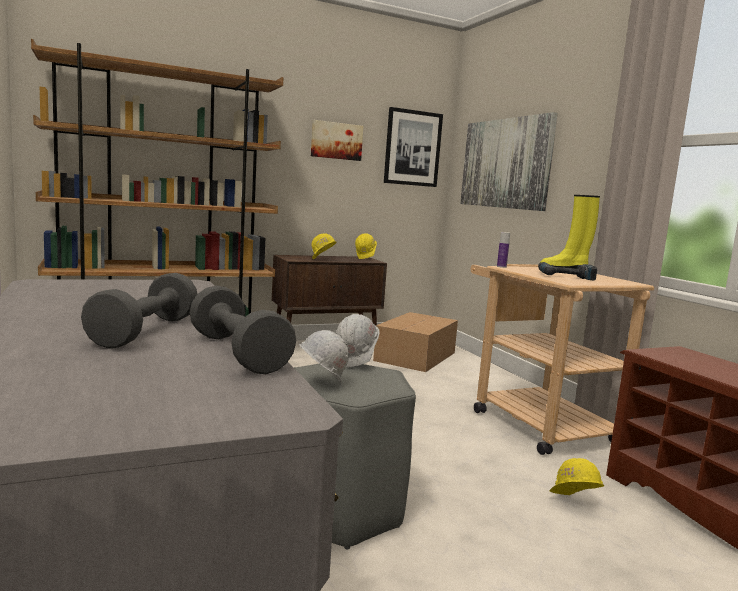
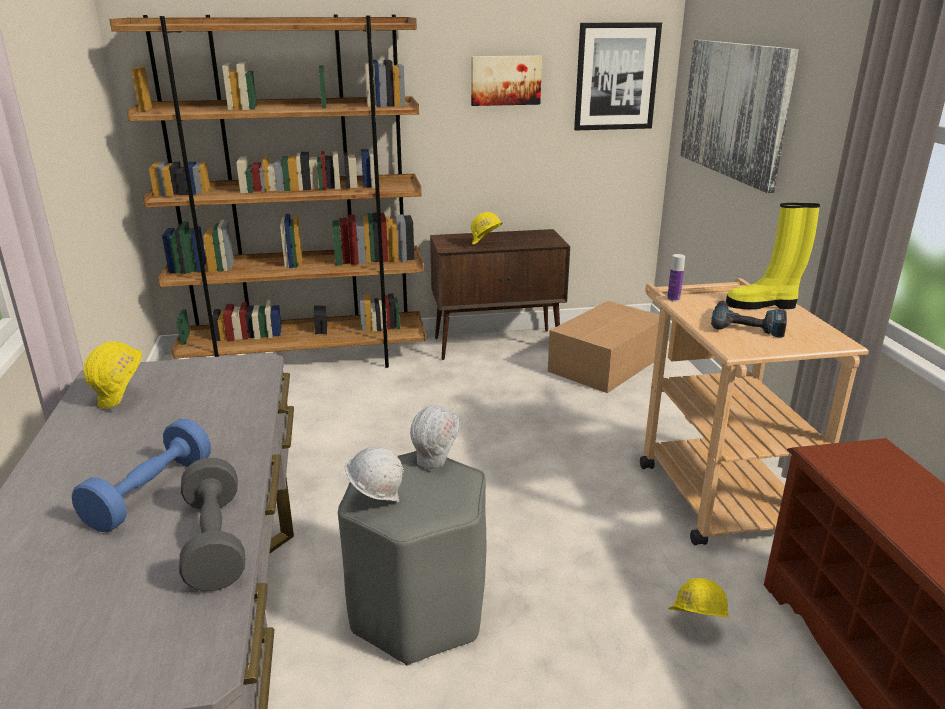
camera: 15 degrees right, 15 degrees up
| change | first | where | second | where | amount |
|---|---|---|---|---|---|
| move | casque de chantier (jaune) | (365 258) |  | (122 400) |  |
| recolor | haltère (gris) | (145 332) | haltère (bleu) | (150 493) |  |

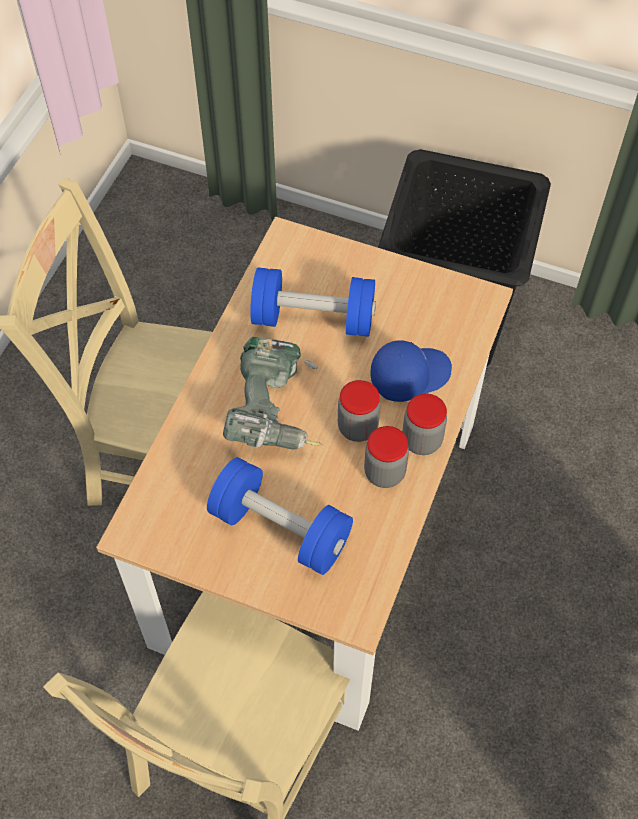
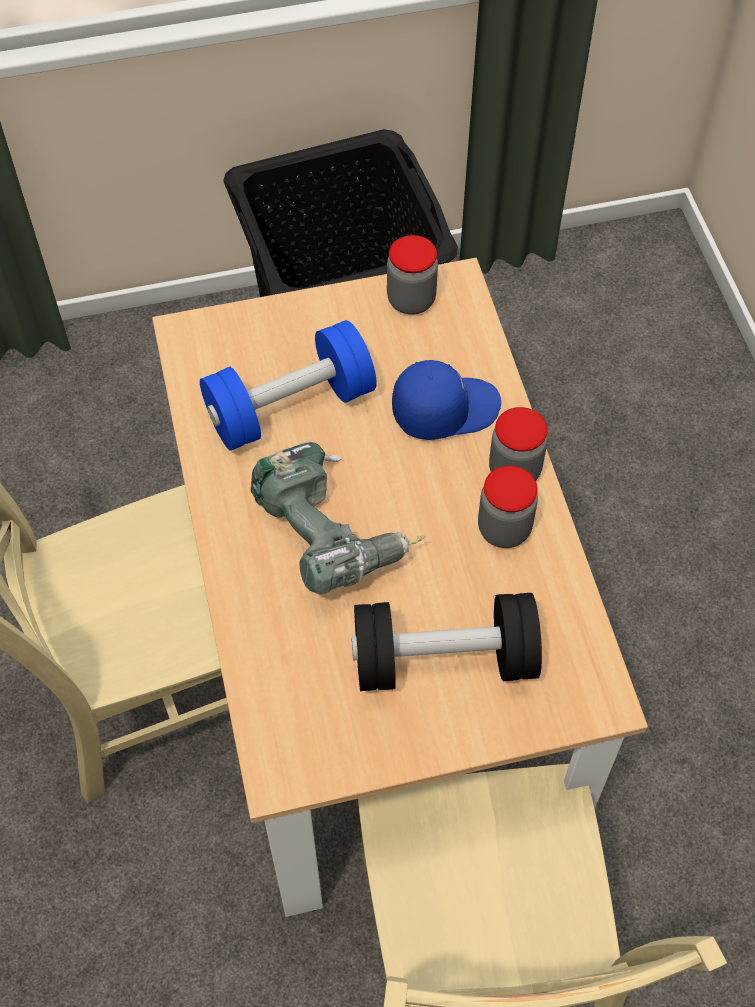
camera: 35 degrees left, 0 degrees up
| change | first | where | second | where | amount |
|---|---|---|---|---|---|
| rotate | casquette (bleu) | (409 375) |  | (445 408) | 45 degrees clockwise |
| move | bocal | (357 427) |  | (411 300) |  |
| recolor | haltère (bleu) | (280 529) | haltère (noir) | (444 660) |  |

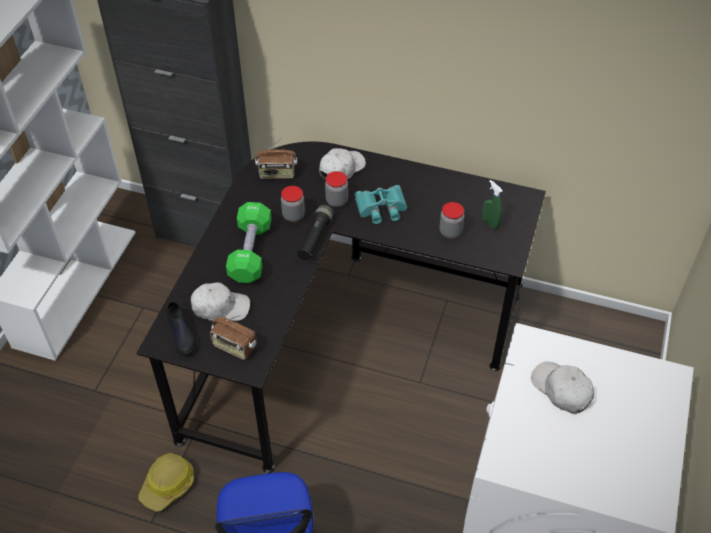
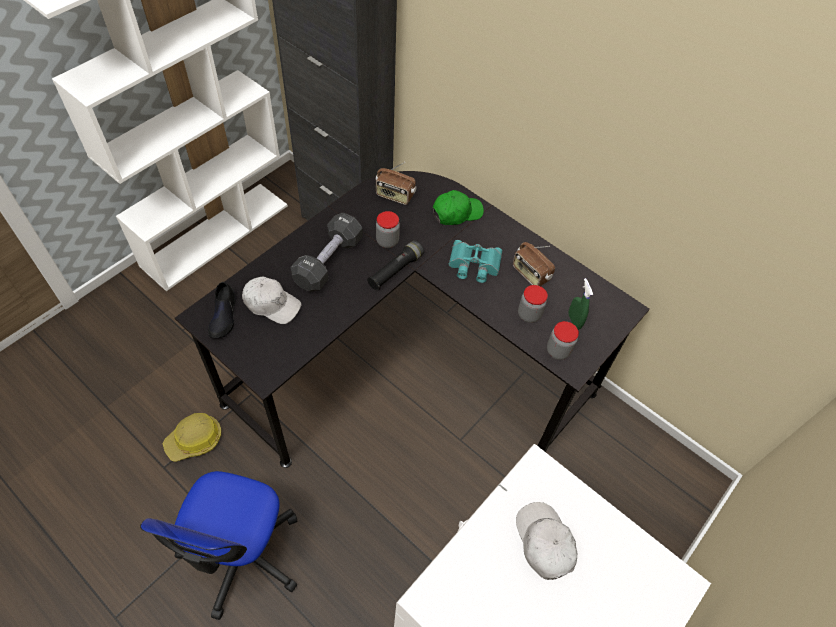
camera: 20 degrees right, 5 degrees up
| change | first | where | second | where | amount |
|---|---|---|---|---|---|
| recolor | casquette (blanc) | (341 169) | casquette (vert) | (456 213) |  |
| move | bocal | (336 201) |  | (558 351) |  |
| recolor | haltère (vert) | (250 252) | haltère (noir) | (328 262) |  |
| move | radio | (234 347) |  | (530 274) |  |

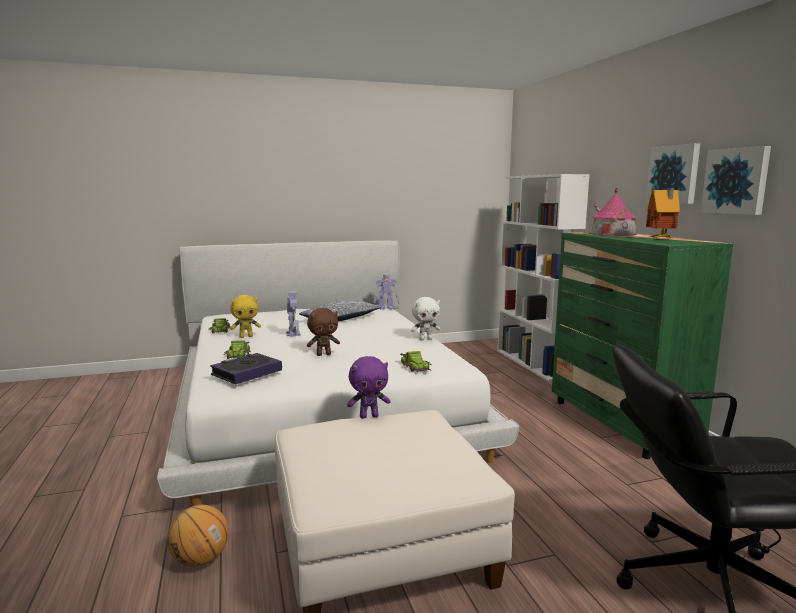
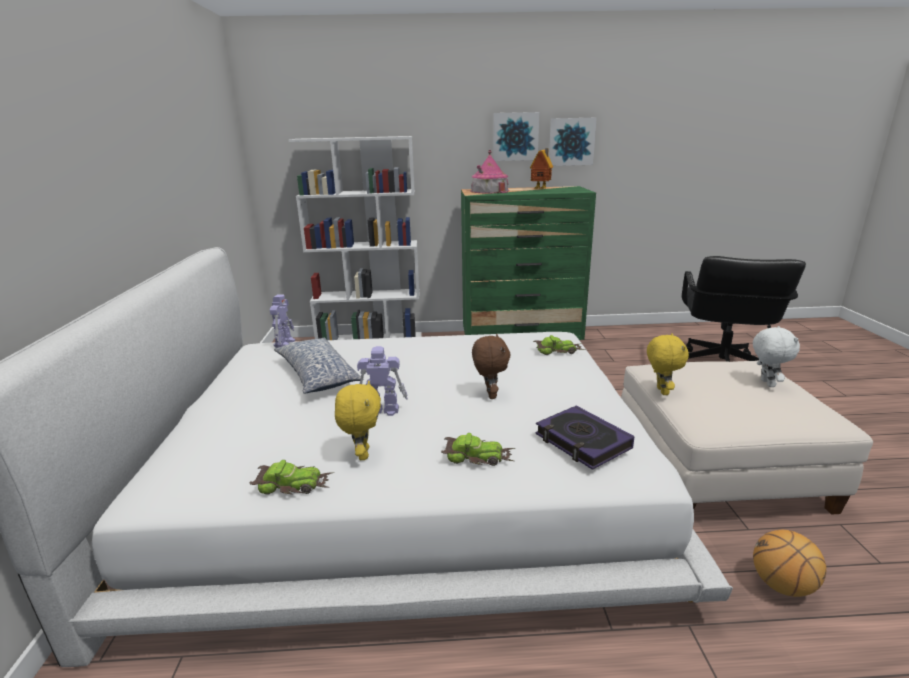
camera: 75 degrees left, 10 degrees up
| change | first | where | second | where | amount |
|---|---|---|---|---|---|
| move | peluche (blanc) | (425 339) |  | (766 383) |  |
| recolor | peluche (violet) | (369 416) | peluche (jaune) | (661 391) |  |

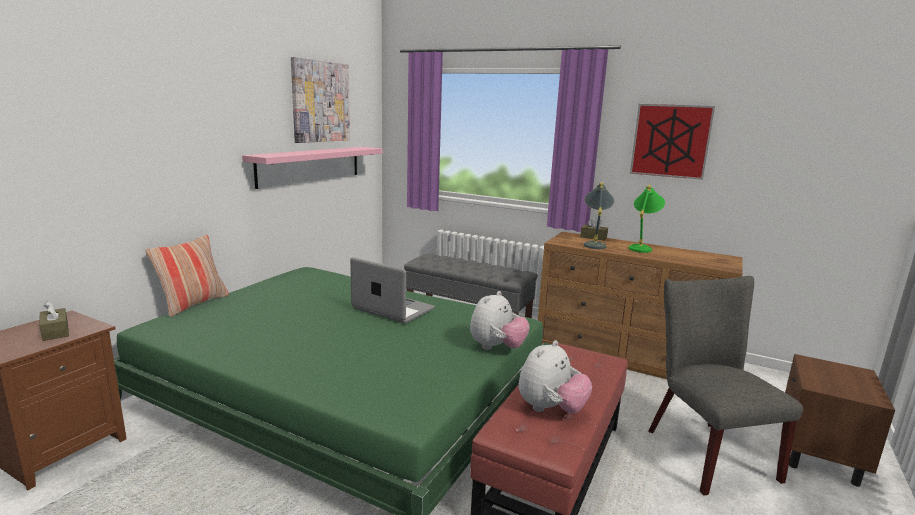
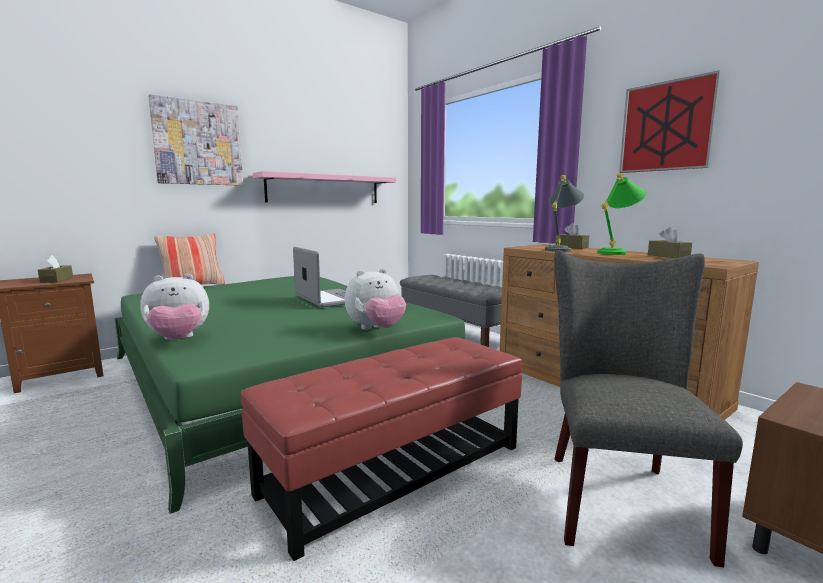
camera: 25 degrees right, 5 degrees down
| change | first | where | second | where | amount |
|---|---|---|---|---|---|
| move | tableau | (320 101) |  | (198 143) |  |
| move | peluche | (550 409) |  | (178 340) |  |
| insert |  |  | boîte à mouchoirs (marron) | (668 256) |  |

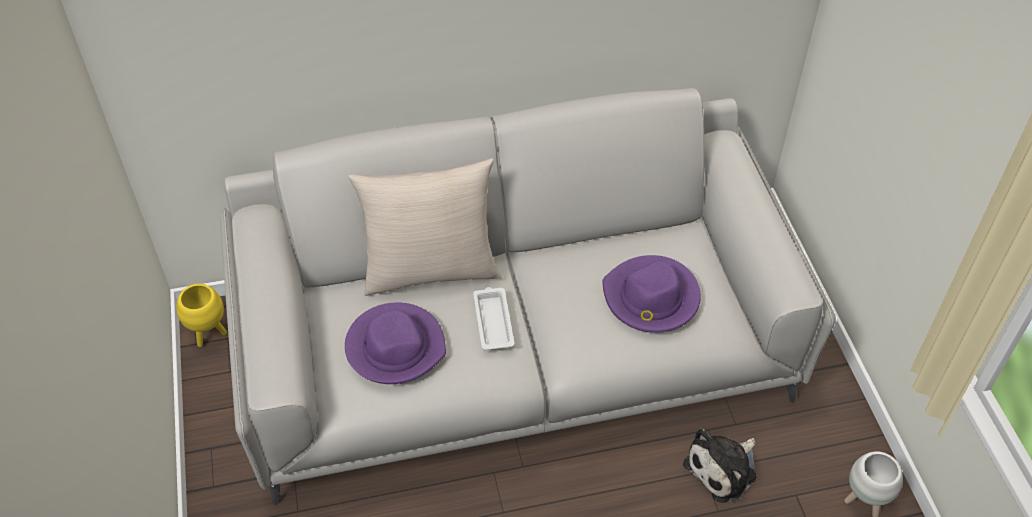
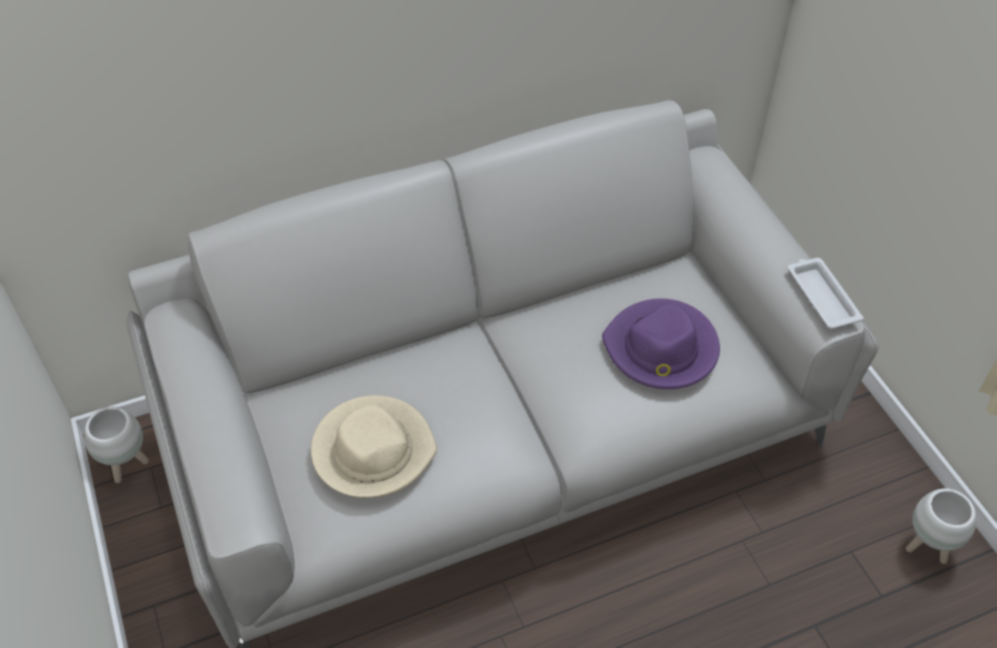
camera: 10 degrees left, 0 degrees up
| change | first | where | second | where | amount |
|---|---|---|---|---|---|
| delete | coussin (beige) | (431 270) |  |  |  |
| recolor | cache-pot (jaune) | (208 334) | cache-pot (blanc) | (126 466) |  |
| move | plateau (blanc) | (493 321) |  | (821 296) |  |
| recolor | chapeau (violet) | (395 346) | chapeau (beige) | (373 450) |  |
| delete | peluche | (723 469) |  |  |  |

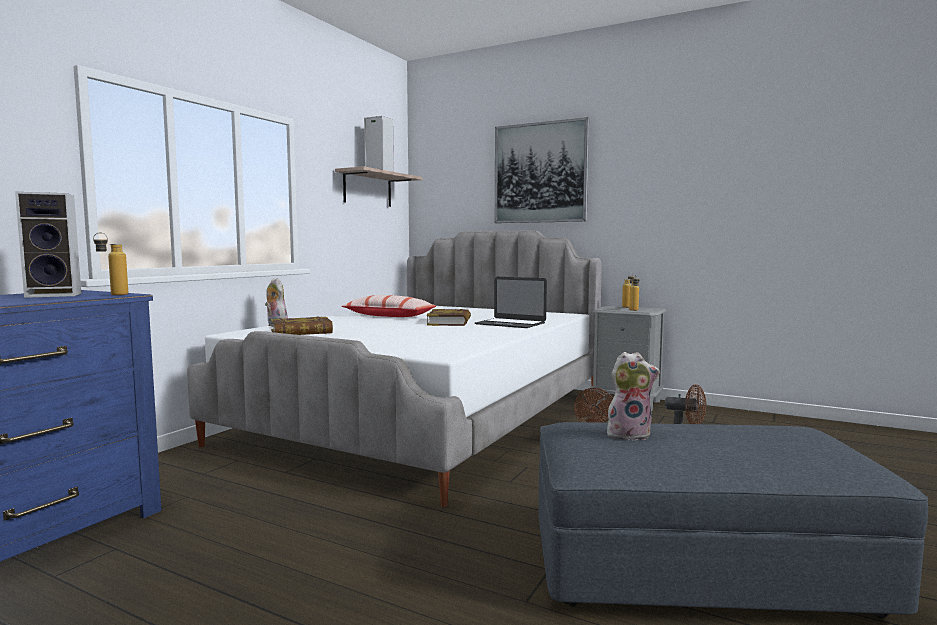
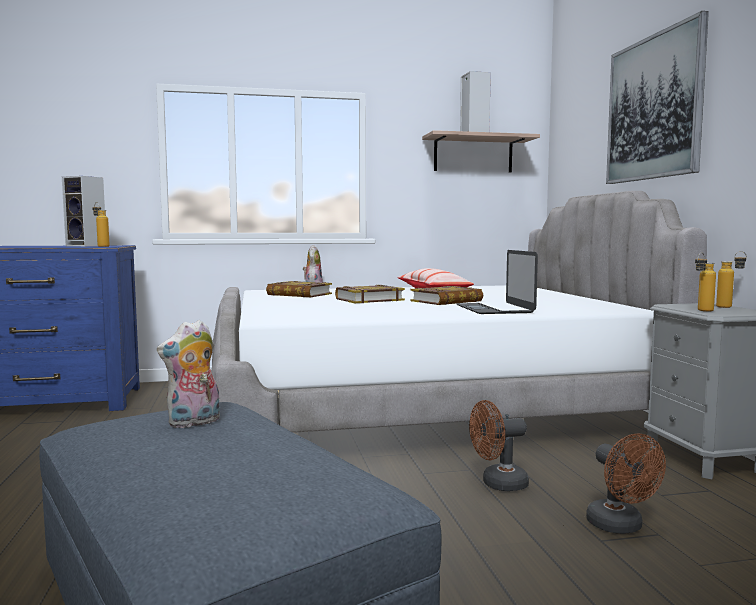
camera: 50 degrees right, 0 degrees up
| change | first | where | second | where | amount |
|---|---|---|---|---|---|
| rotate | peluche | (629 434) |  | (194 423) | 90 degrees clockwise |
| insert |  |  | livre | (369 299) |  |

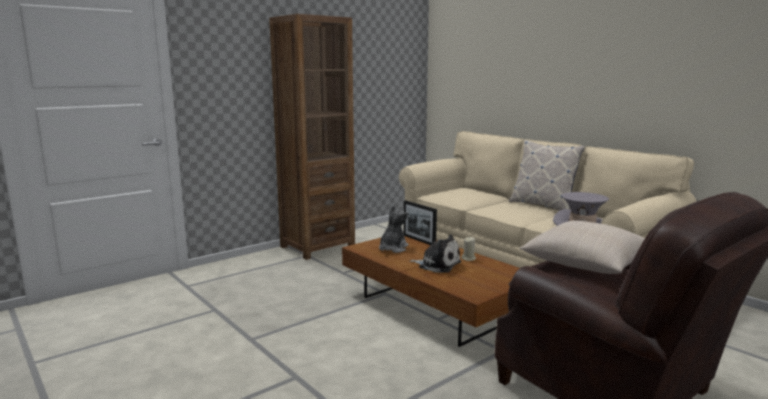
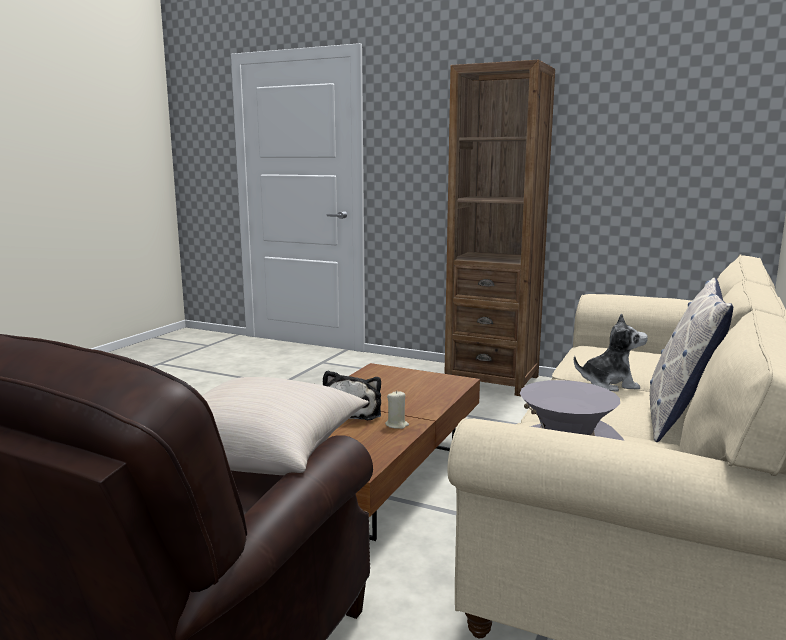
camera: 65 degrees right, 0 degrees up
| change | first | where | second | where | amount |
|---|---|---|---|---|---|
| delete | cadre photo | (419 240) |  |  |  |
| move | peluche | (393 248) |  | (609 384) |  |

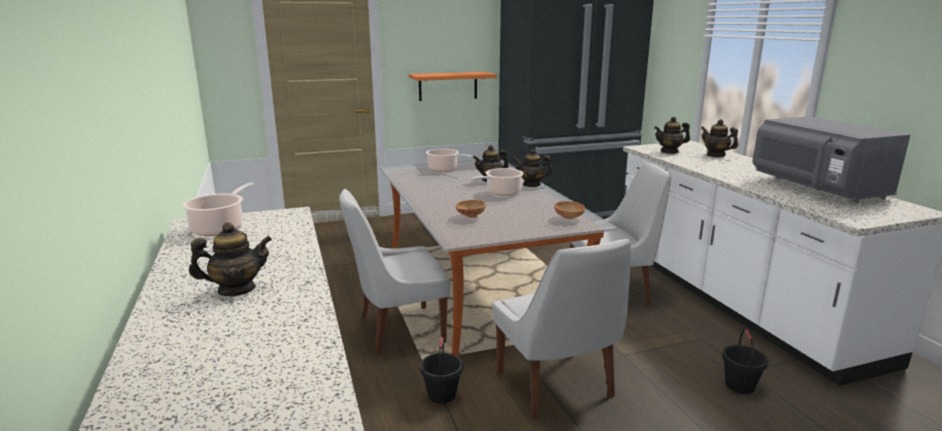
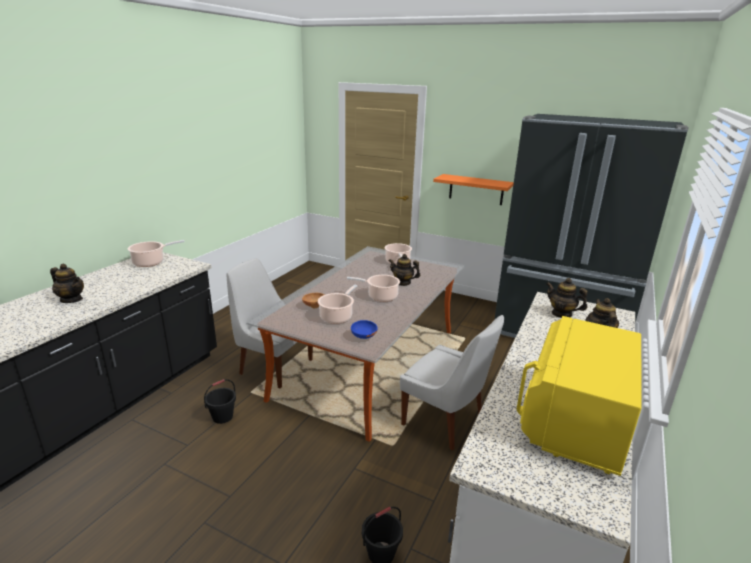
camera: 45 degrees right, 5 degrees up
| change | first | where | second | where | amount |
|---|---|---|---|---|---|
| recolor | micro-ondes (gris) | (817 188) | micro-ondes (jaune) | (573 419) |  |
| delete | théière | (532 184) |  |  |  |
| recolor | bol (marron) | (569 218) | bol (bleu) | (363 337) |  |
| delete | chaise (blanc) | (556 387) |  |  |  |
| insert |  |  | marmite | (337 316) |  |

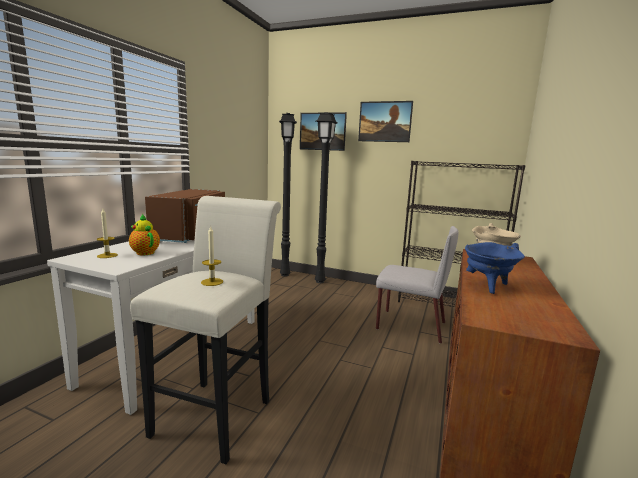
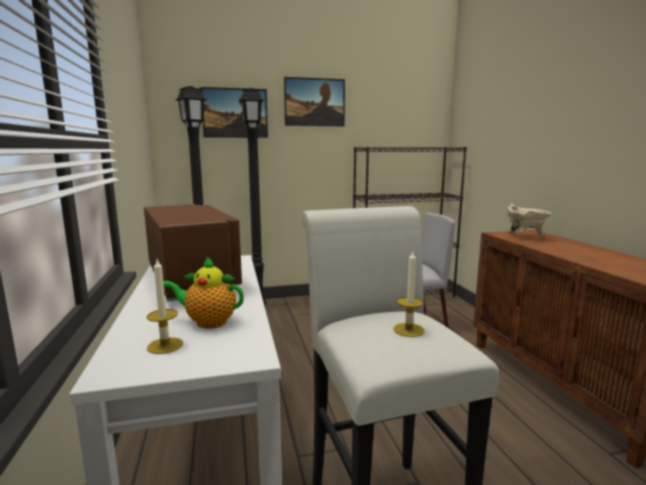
camera: 35 degrees left, 0 degrees up
| change | first | where | second | where | amount |
|---|---|---|---|---|---|
| delete | marmite (bleu) | (487 286) |  |  |  |

